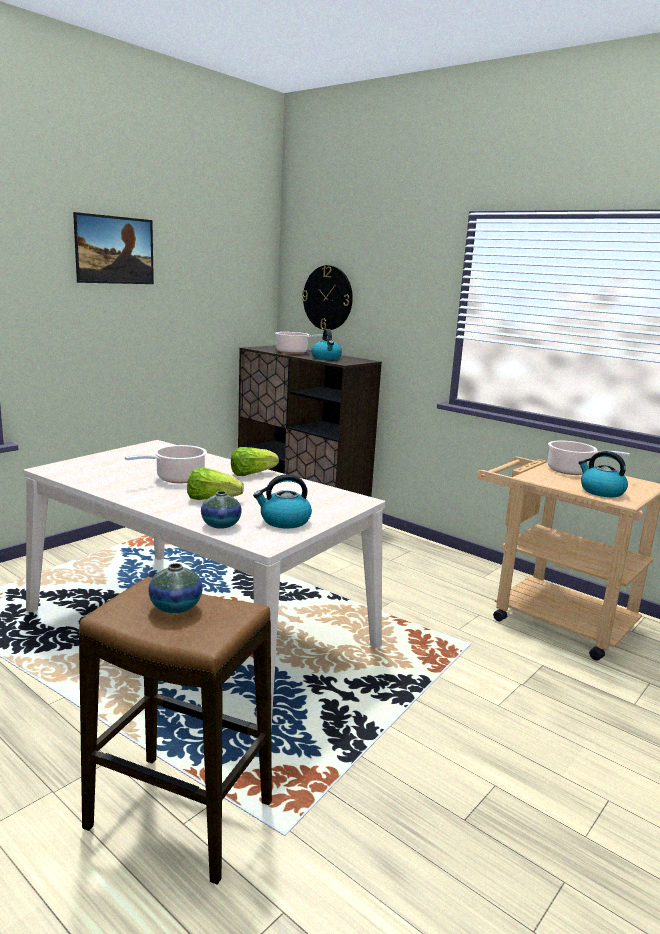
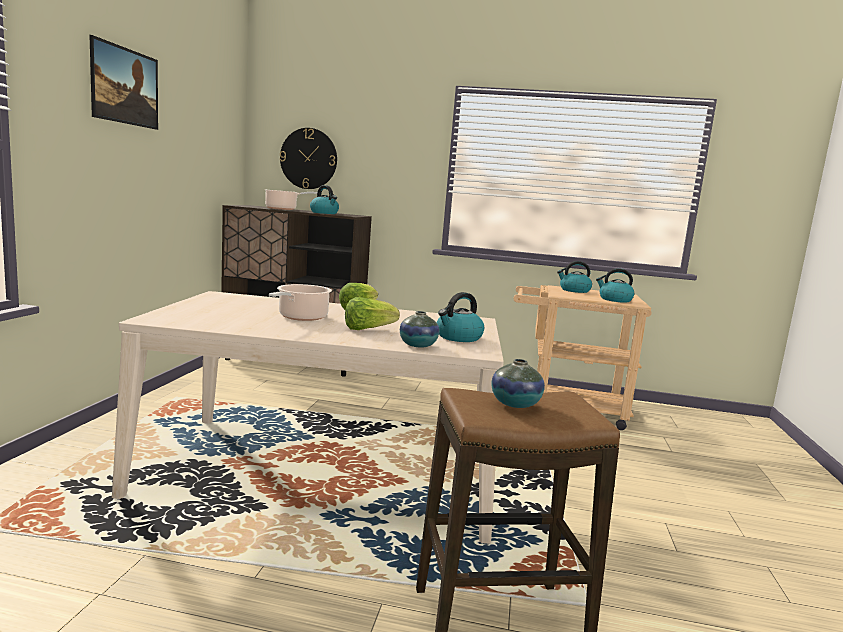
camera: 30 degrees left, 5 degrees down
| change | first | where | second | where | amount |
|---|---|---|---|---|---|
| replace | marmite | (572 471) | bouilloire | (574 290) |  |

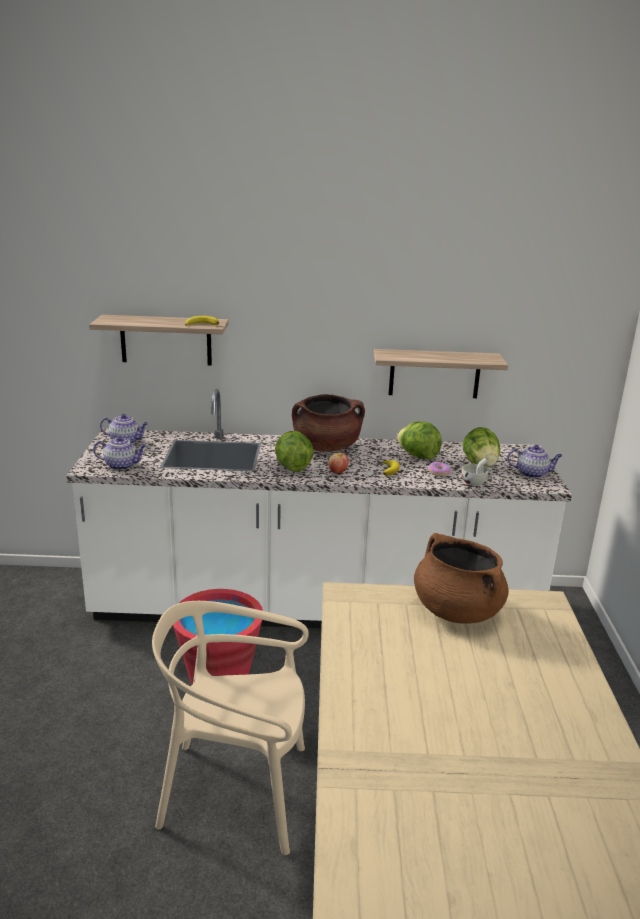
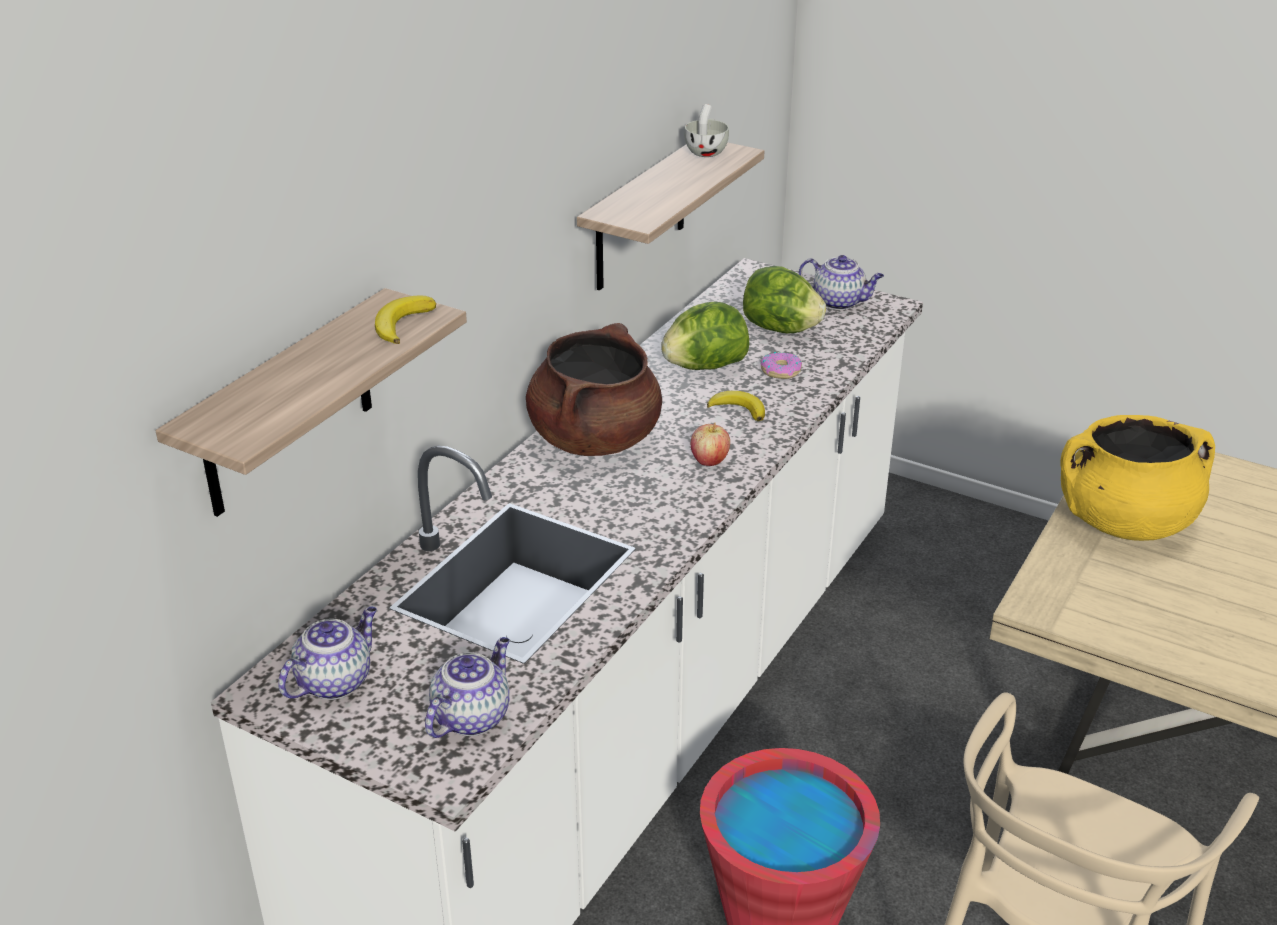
camera: 60 degrees left, 10 degrees up
| change | first | where | second | where | amount |
|---|---|---|---|---|---|
| delete | laitue | (292 467) |  |  |  |
| rotate | théière | (532 473) |  | (839 302) | 75 degrees clockwise |
| move | tasse (blanc) | (476 482) |  | (707 151) |  |
| recolor | marmite (marron) | (456 610) | marmite (jaune) | (1124 522) |  |

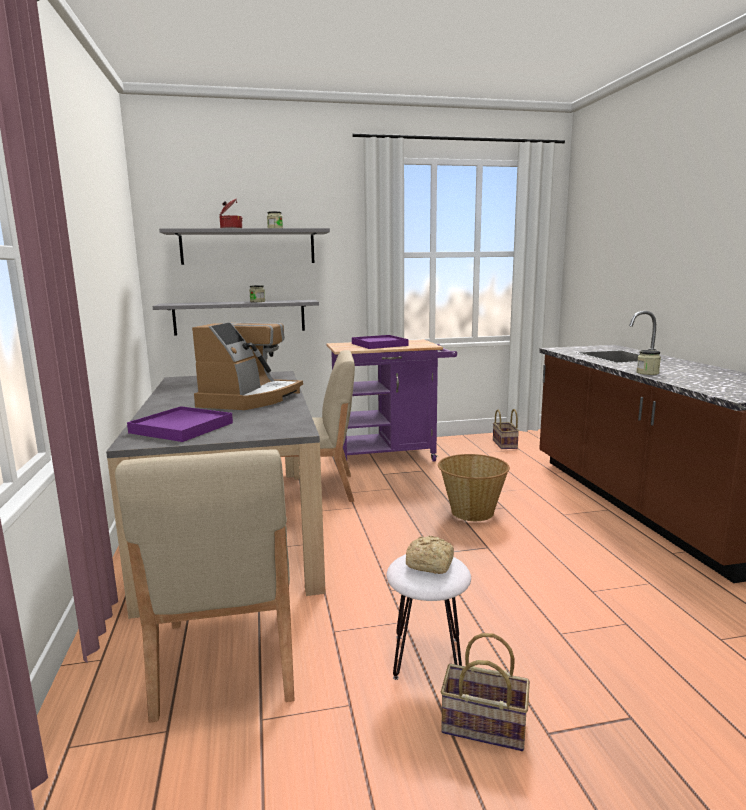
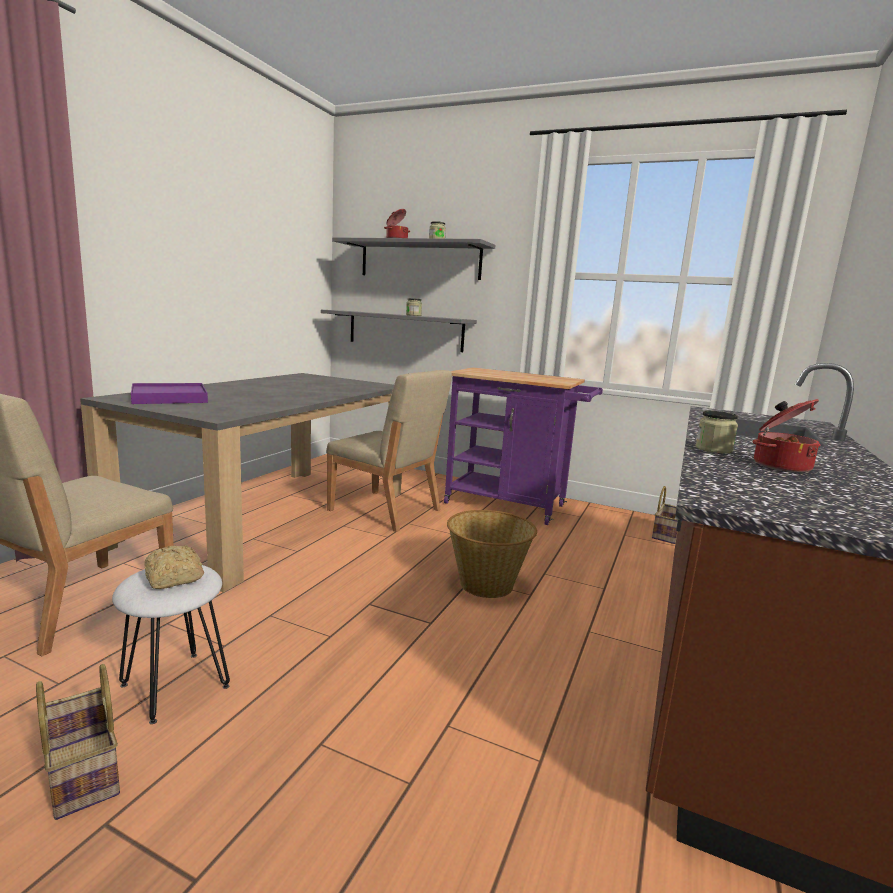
camera: 35 degrees right, 0 degrees up
| change | first | where | second | where | amount |
|---|---|---|---|---|---|
| delete | machine à café | (249 399) |  |  |  |
| delete | plateau (violet) | (379 344) |  |  |  |
| insert |  |  | marmite | (780 465) |  |

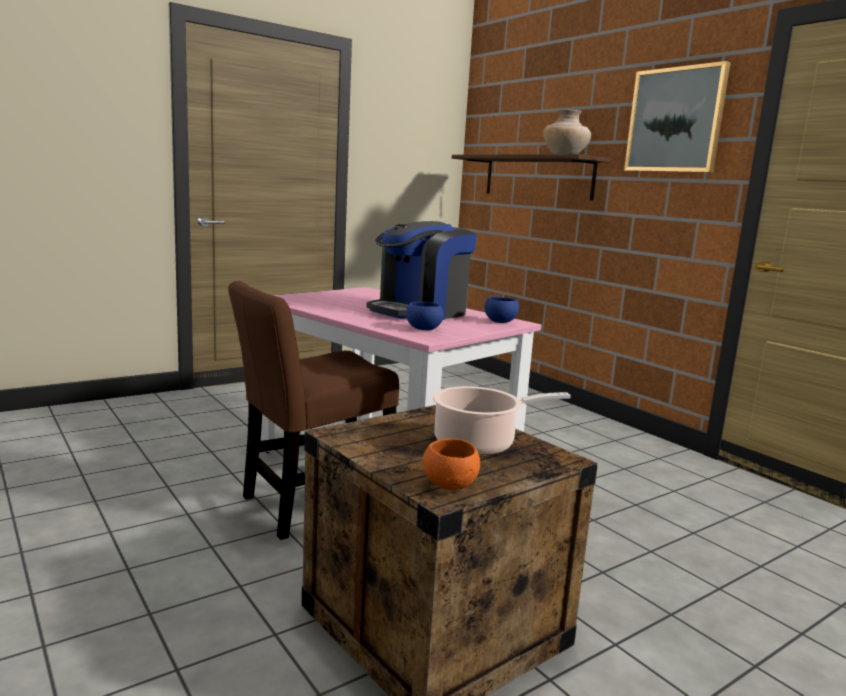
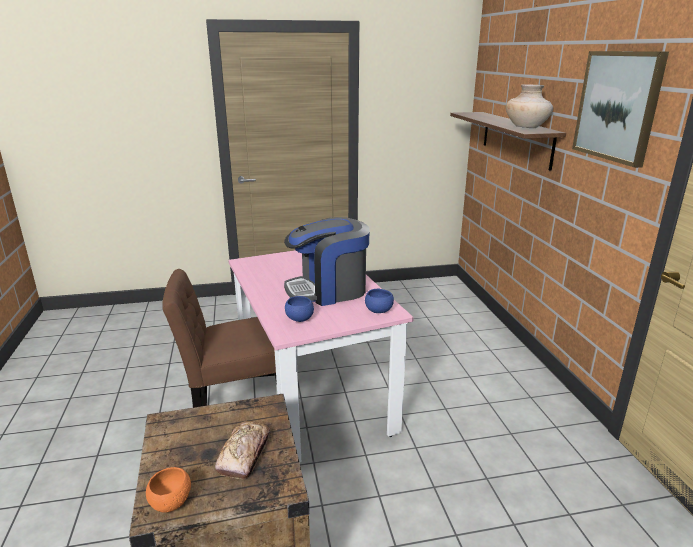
camera: 25 degrees right, 10 degrees up
| change | first | where | second | where | amount |
|---|---|---|---|---|---|
| replace | marmite | (479 444) | pain | (244 455) |  |

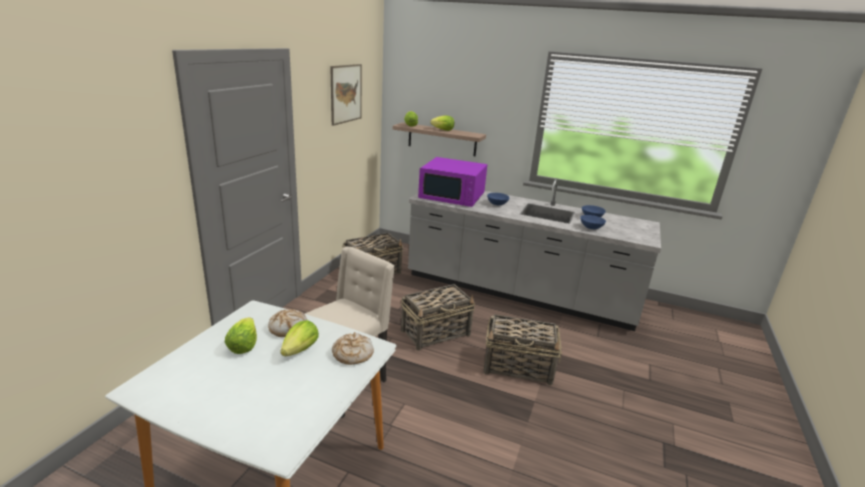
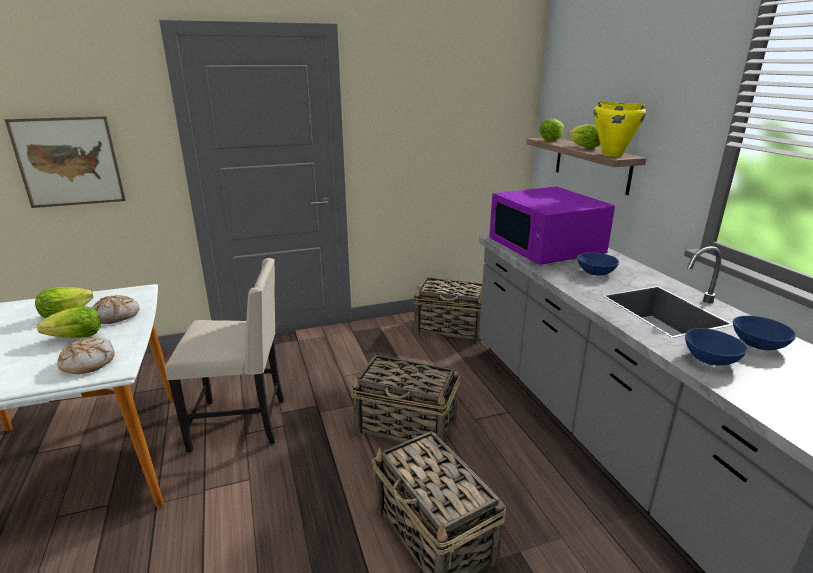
camera: 50 degrees right, 0 degrees up
| change | first | where | second | where | amount |
|---|---|---|---|---|---|
| move | tableau | (346 93) |  | (69 162) |  |
| insert |  |  | marmite (jaune) | (611 155) |  |

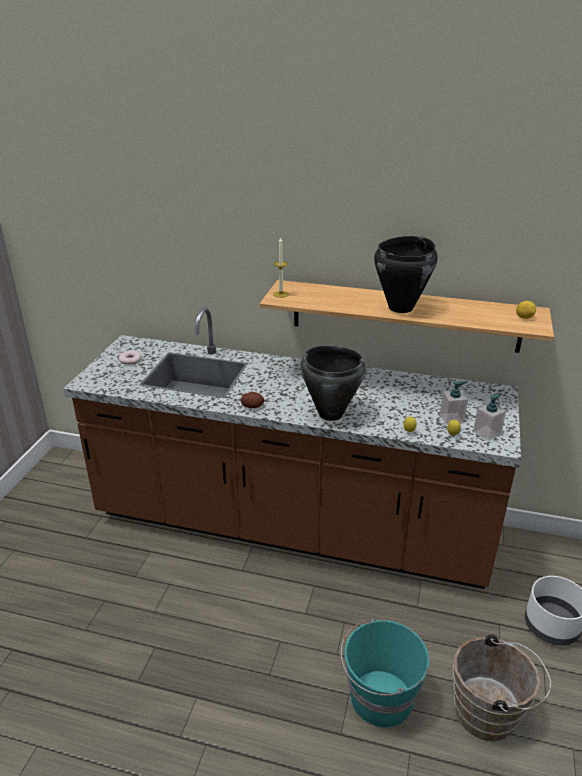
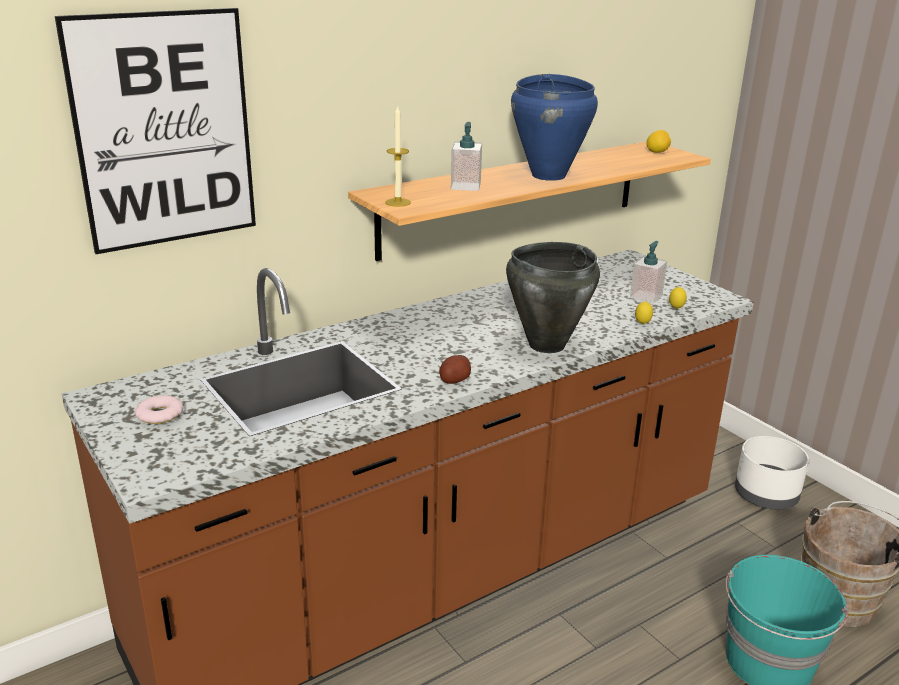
camera: 50 degrees left, 5 degrees down
| change | first | where | second | where | amount |
|---|---|---|---|---|---|
| recolor | marmite (noir) | (401 308) | marmite (bleu) | (549 175) |  |
| move | distributeur de savon | (487 433) |  | (465 186) |  |
| insert |  |  | tableau | (164 131) |  |

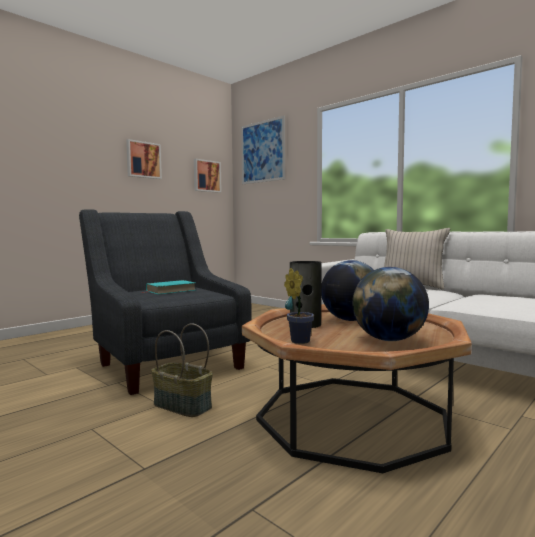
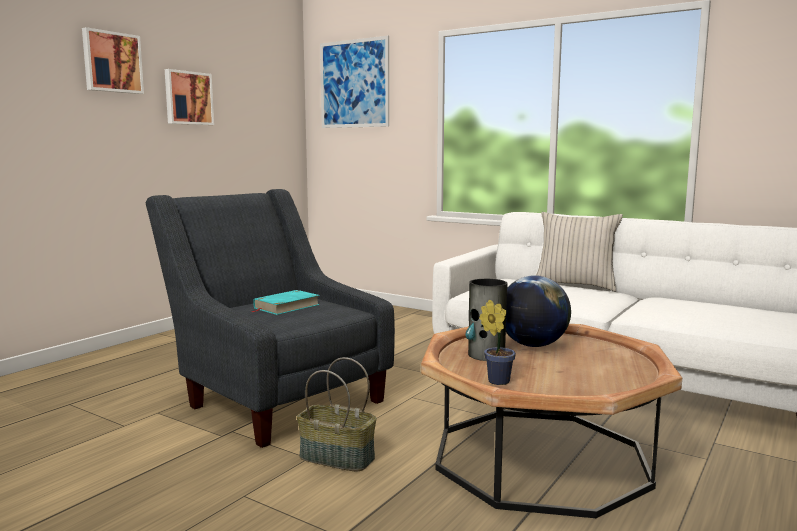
camera: 10 degrees left, 5 degrees up
| change | first | where | second | where | amount |
|---|---|---|---|---|---|
| move | tableau | (206 176) |  | (112 62) |  |
| delete | globe | (388 340) |  |  |  |

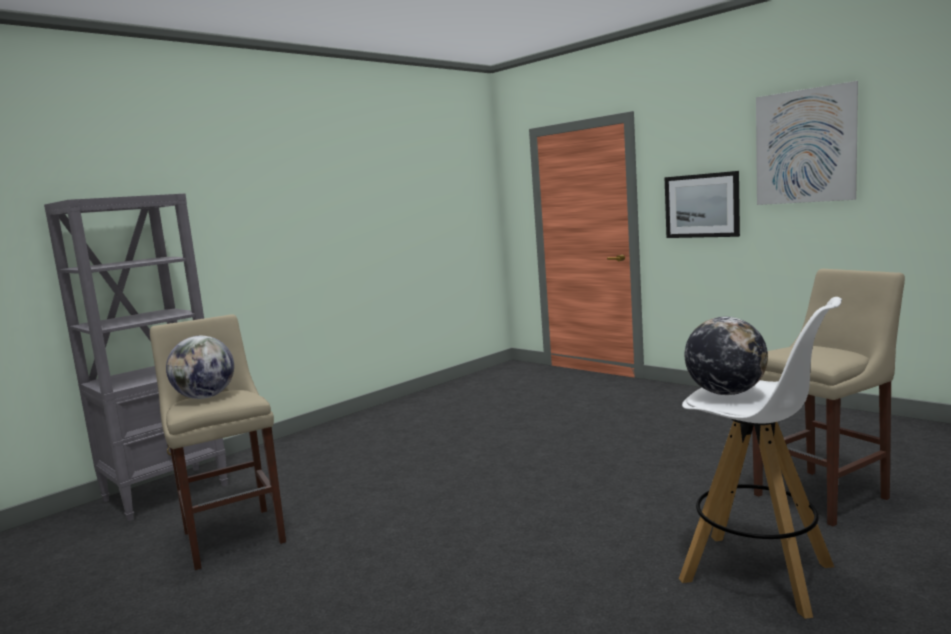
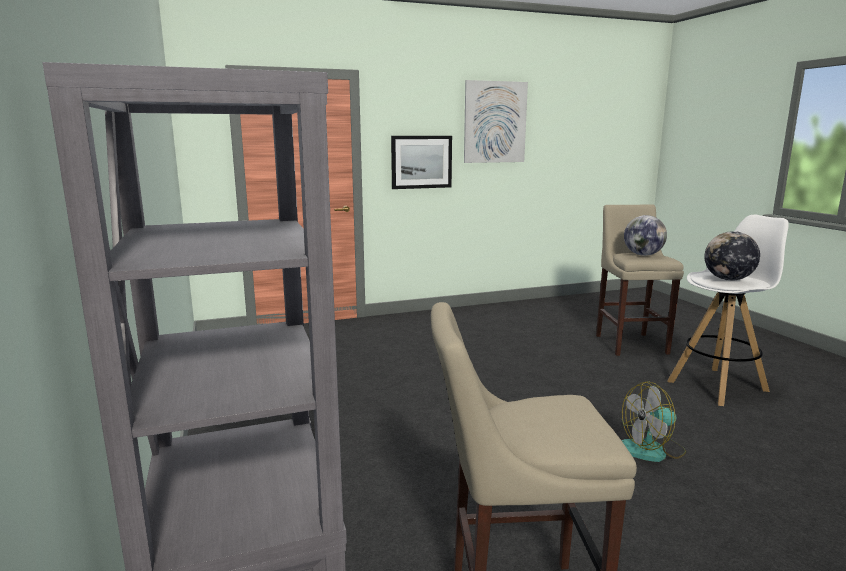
camera: 65 degrees left, 5 degrees up
| change | first | where | second | where | amount |
|---|---|---|---|---|---|
| move | globe | (205 397) |  | (643 255) |  |
| insert |  |  | ventilateur | (651 450) |  |

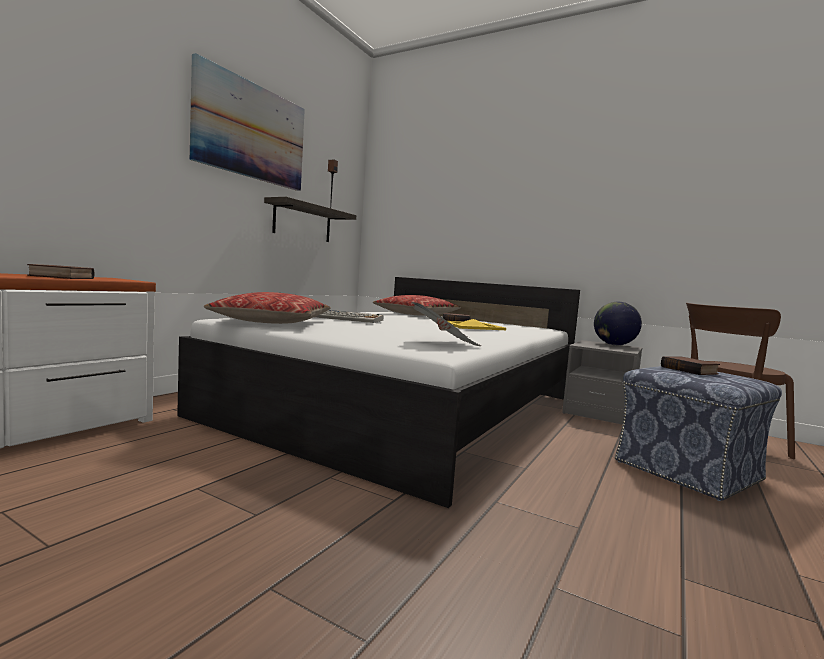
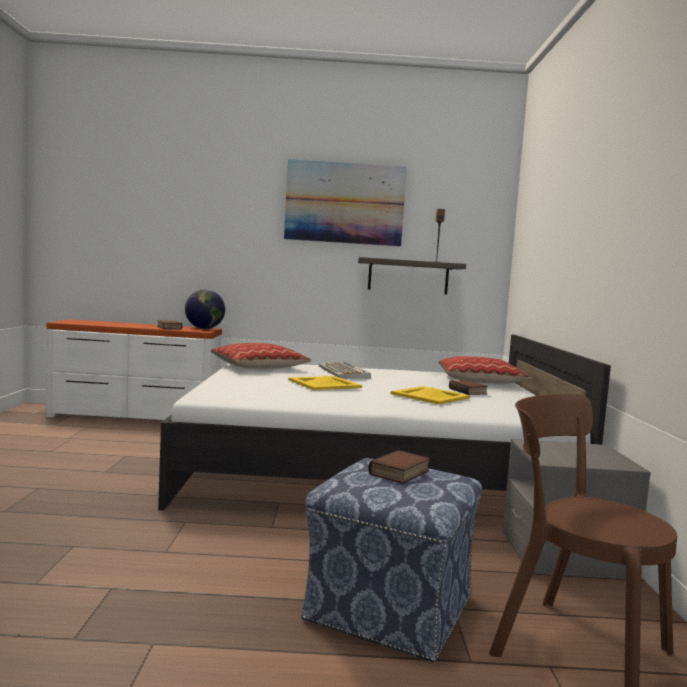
camera: 60 degrees right, 0 degrees up
| change | first | where | second | where | amount |
|---|---|---|---|---|---|
| delete | journal | (444 344) |  |  |  |
| move | globe | (614 345) |  | (204 329) |  |
| insert |  |  | plateau (jaune) | (324 384) |  |

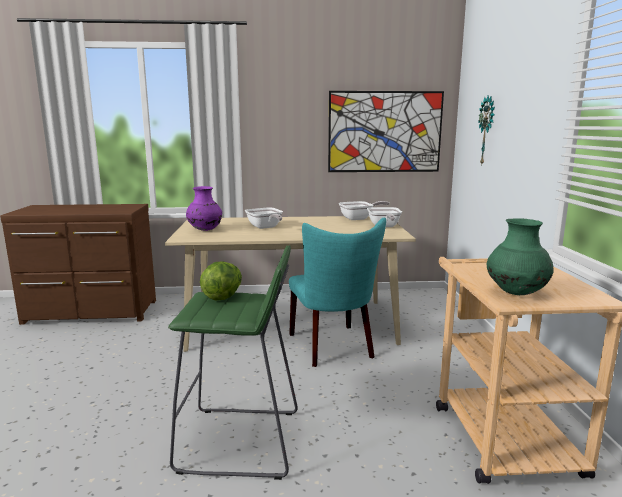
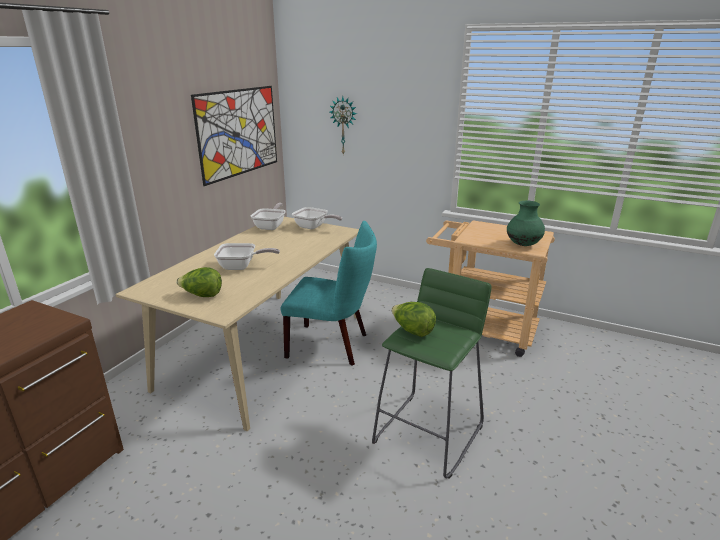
camera: 60 degrees left, 10 degrees up
| change | first | where | second | where | amount |
|---|---|---|---|---|---|
| replace | vase (violet) | (205 230) | laitue | (202 295) |  |

